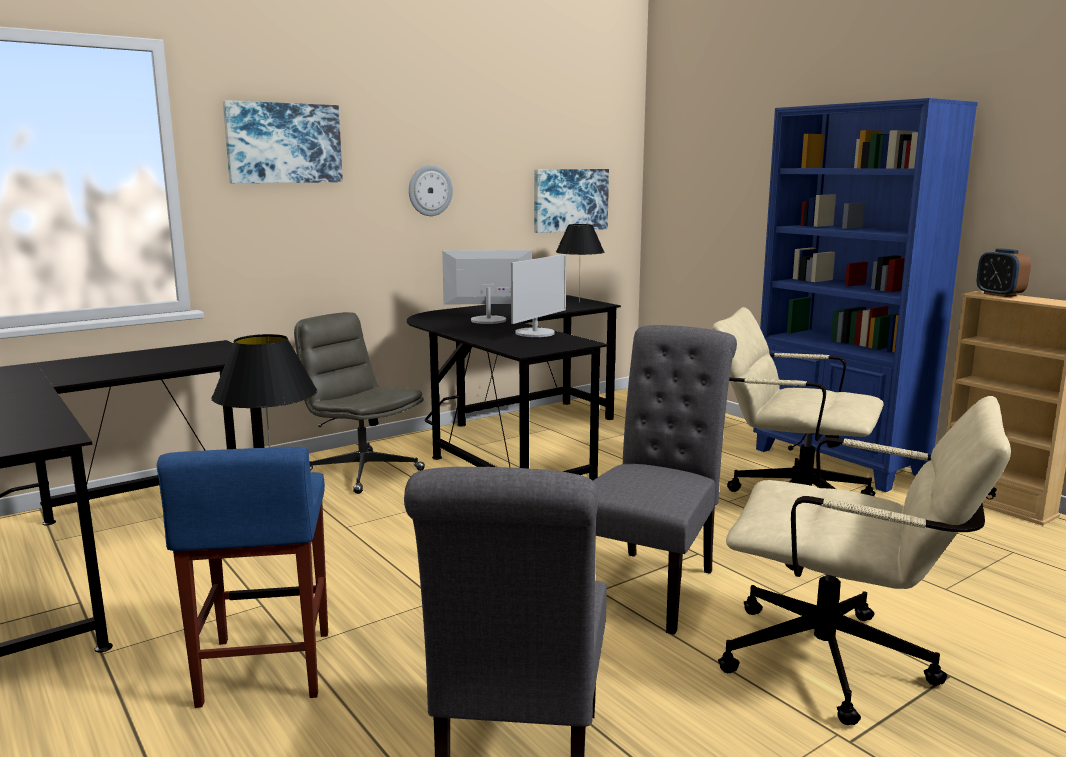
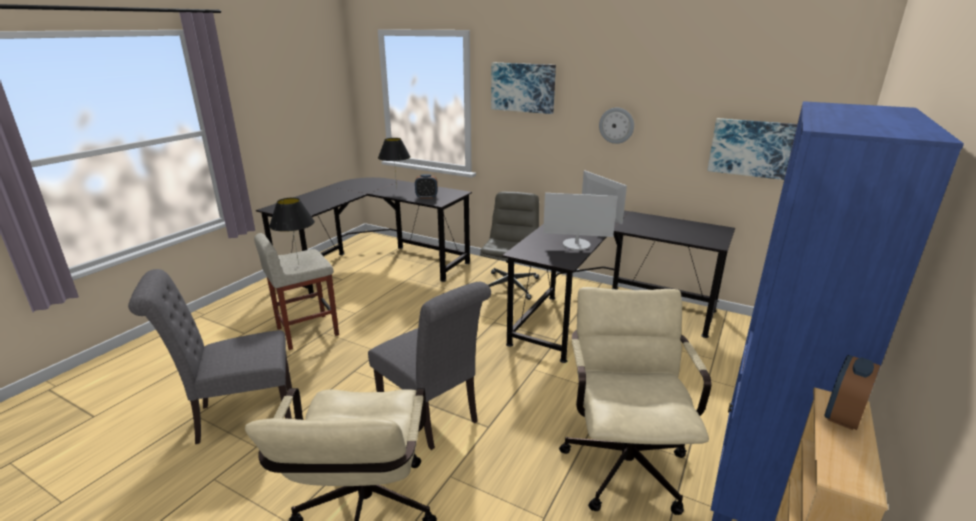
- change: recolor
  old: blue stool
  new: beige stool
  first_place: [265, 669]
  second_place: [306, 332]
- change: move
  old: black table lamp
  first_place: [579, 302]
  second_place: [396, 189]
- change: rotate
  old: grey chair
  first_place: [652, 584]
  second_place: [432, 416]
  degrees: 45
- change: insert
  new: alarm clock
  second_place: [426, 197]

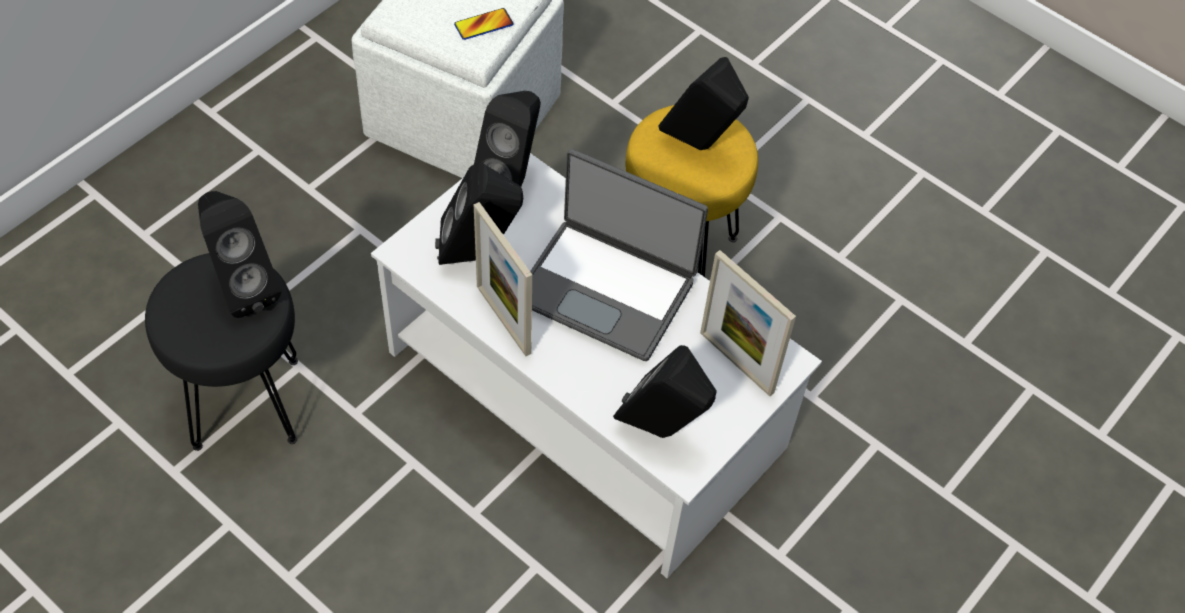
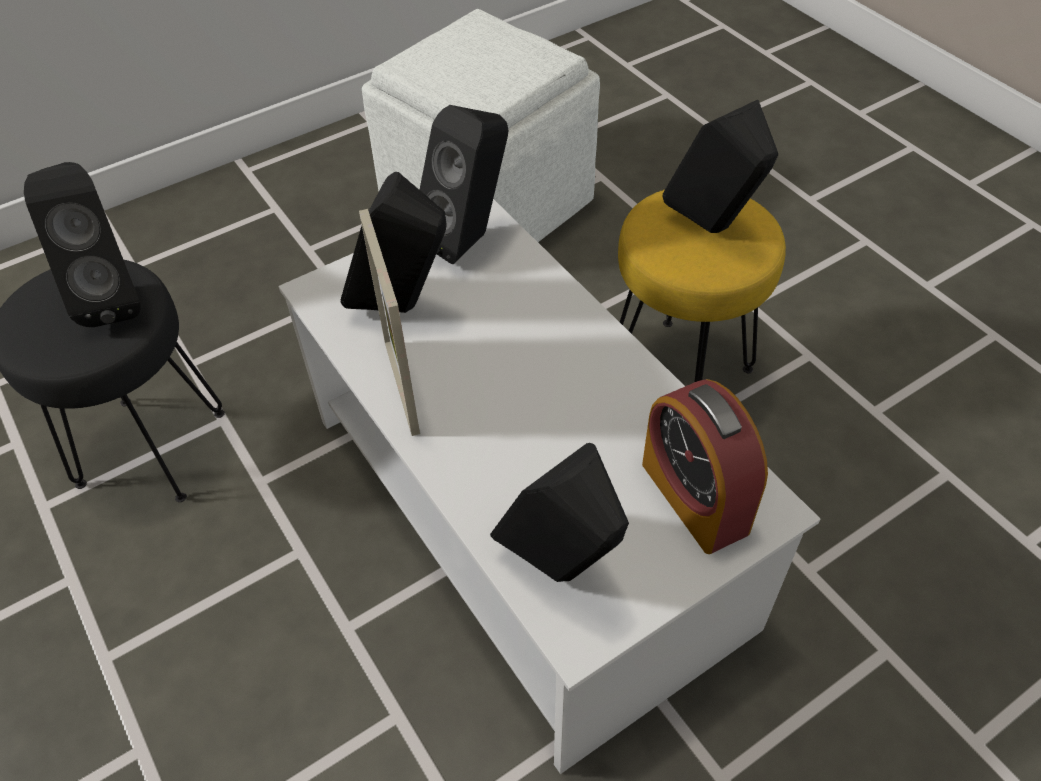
- change: delete
  old: phone
  first_place: [483, 25]
- change: delete
  old: laptop
  first_place: [607, 288]
- change: replace
  old: picture frame
  new: alarm clock
  first_place: [736, 362]
  second_place: [694, 497]

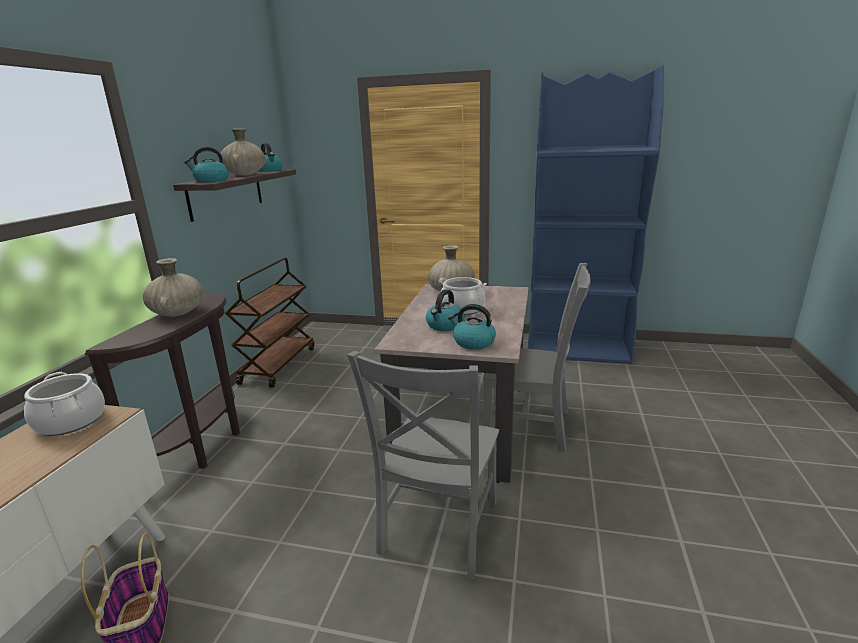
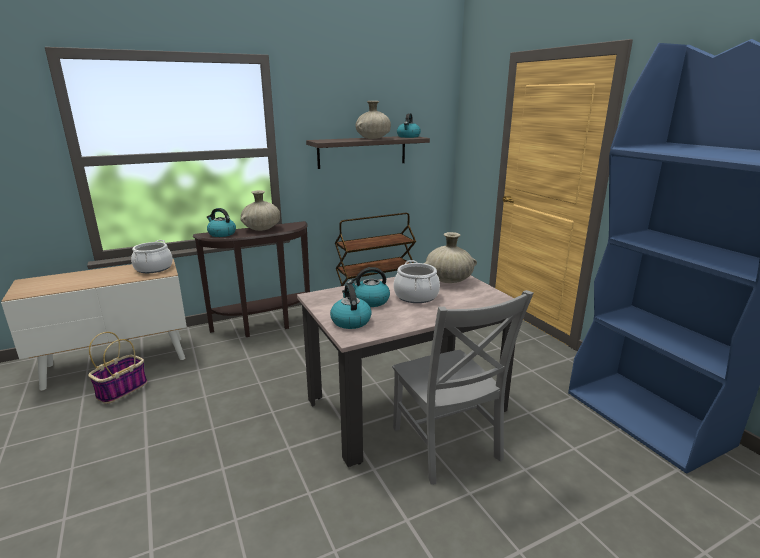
- change: move
  old: kettle
  first_place: [211, 180]
  second_place: [221, 234]
- change: delete
  old: grey chair
  first_place: [437, 531]

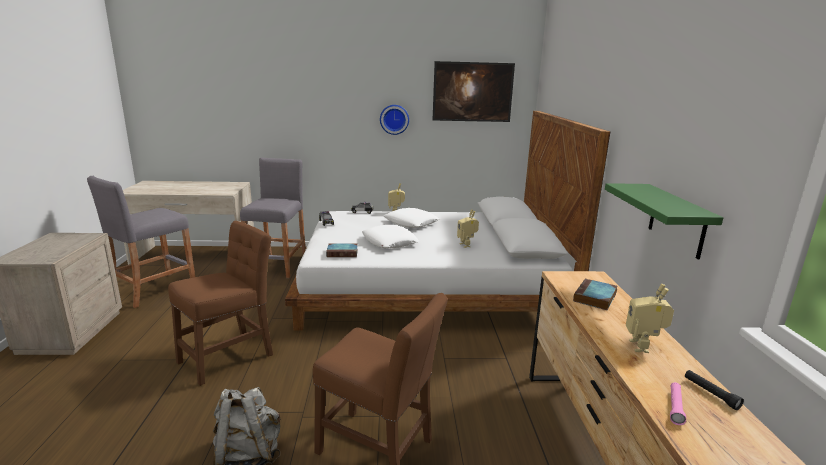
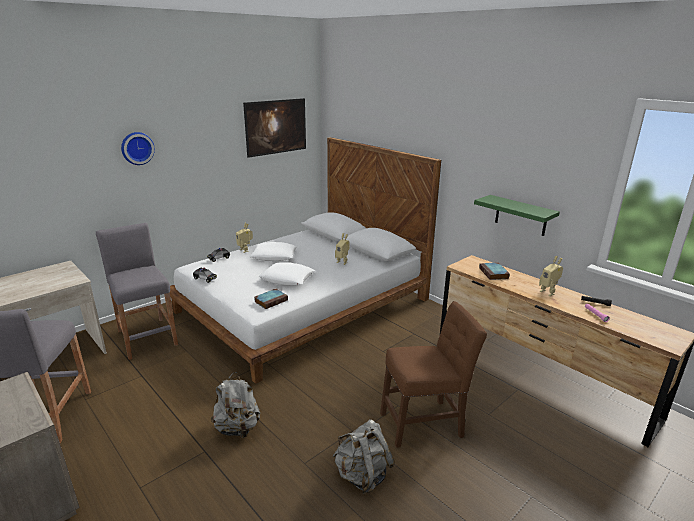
- change: replace
  old: brown chair
  new: grey backpack
  first_place: [230, 356]
  second_place: [237, 428]
- change: move
  old: wall clock
  first_place: [394, 119]
  second_place: [137, 148]

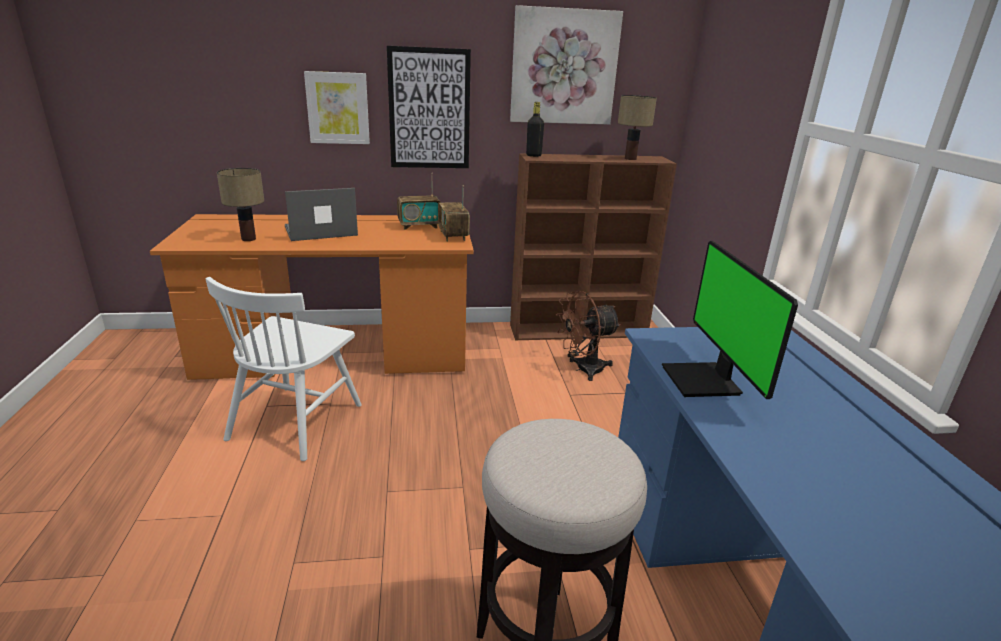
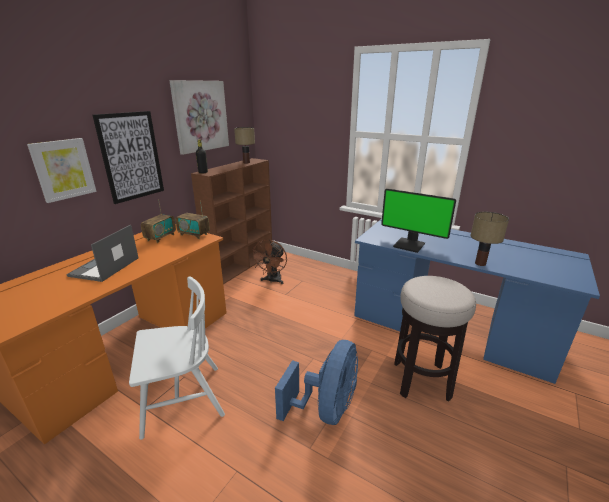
- change: rotate
  old: white chair
  first_place: [295, 421]
  second_place: [182, 399]
  degrees: -75
- change: move
  old: table lamp
  first_place: [248, 239]
  second_place: [481, 264]
- change: insert
  new: blue fan
  second_place: [326, 408]

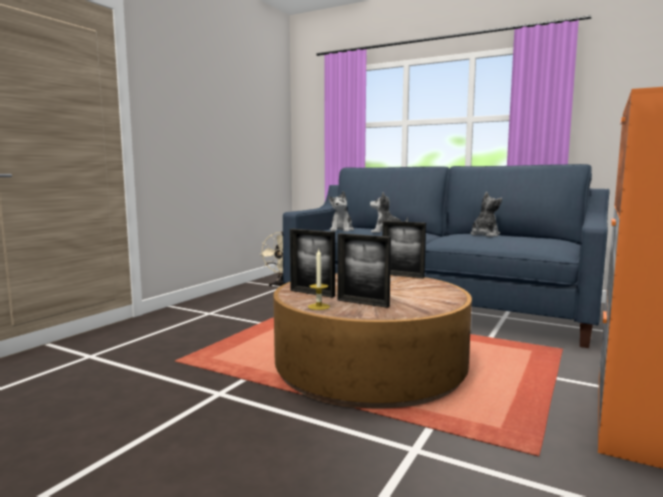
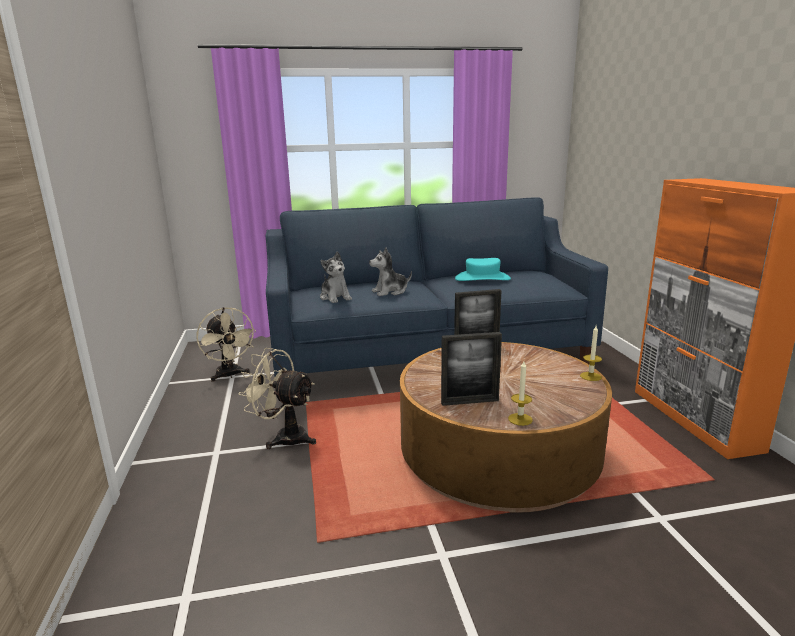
- change: delete
  old: picture frame
  first_place: [362, 303]
- change: replace
  old: plush toy
  new: turquoise hat
  first_place: [484, 235]
  second_place: [482, 278]
- change: insert
  new: beige fan
  second_place: [284, 437]
- change: insert
  new: candle
  second_place: [590, 376]

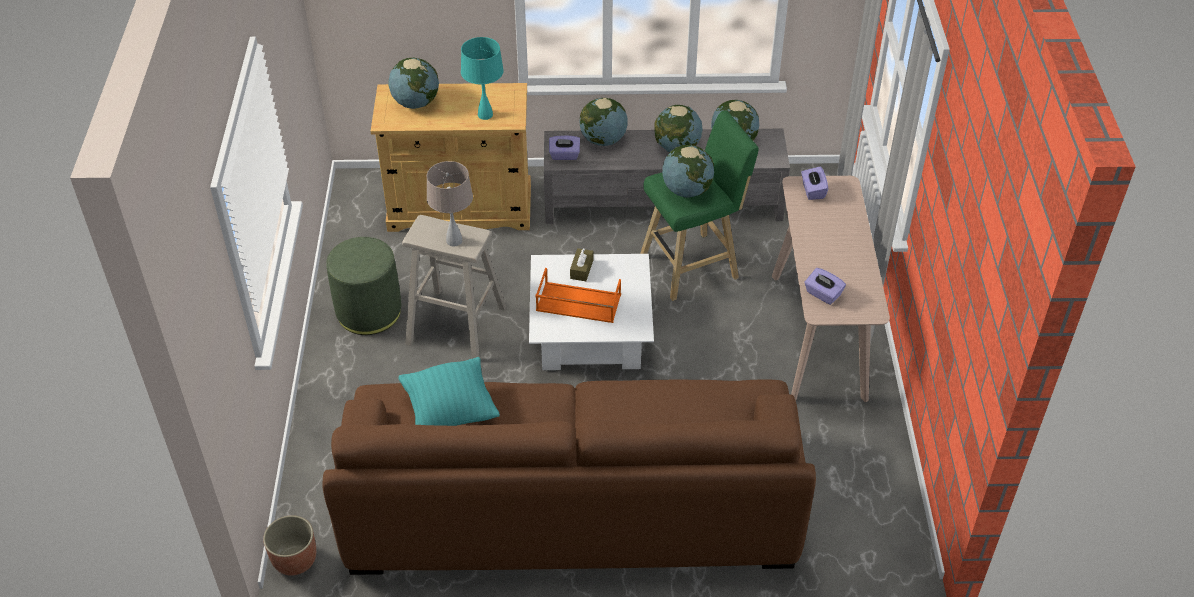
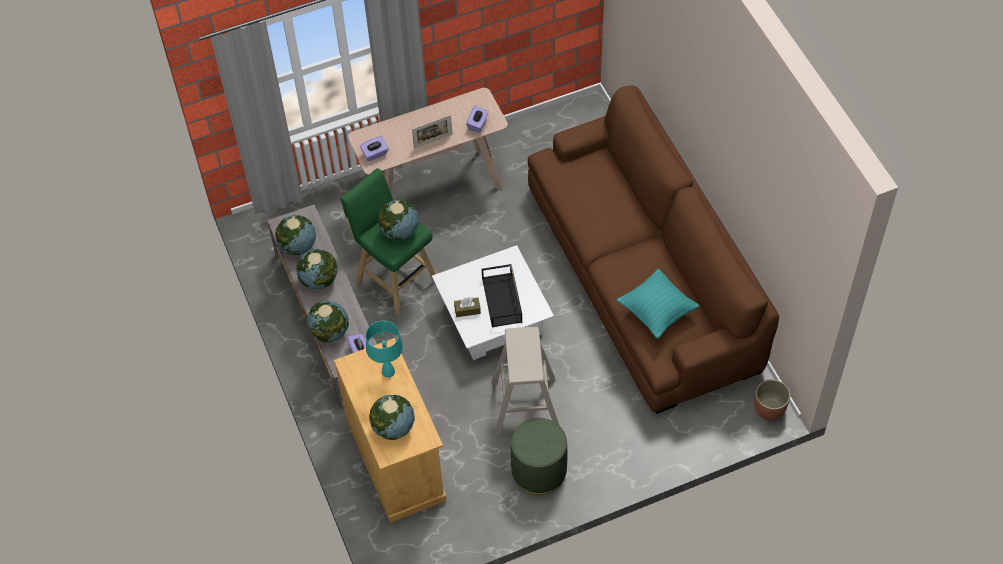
- change: delete
  old: beige table lamp
  first_place: [454, 241]
- change: recolor
  old: orange tray
  new: black tray
  first_place: [577, 303]
  second_place: [502, 300]
- change: insert
  new: picture frame
  second_place: [433, 141]

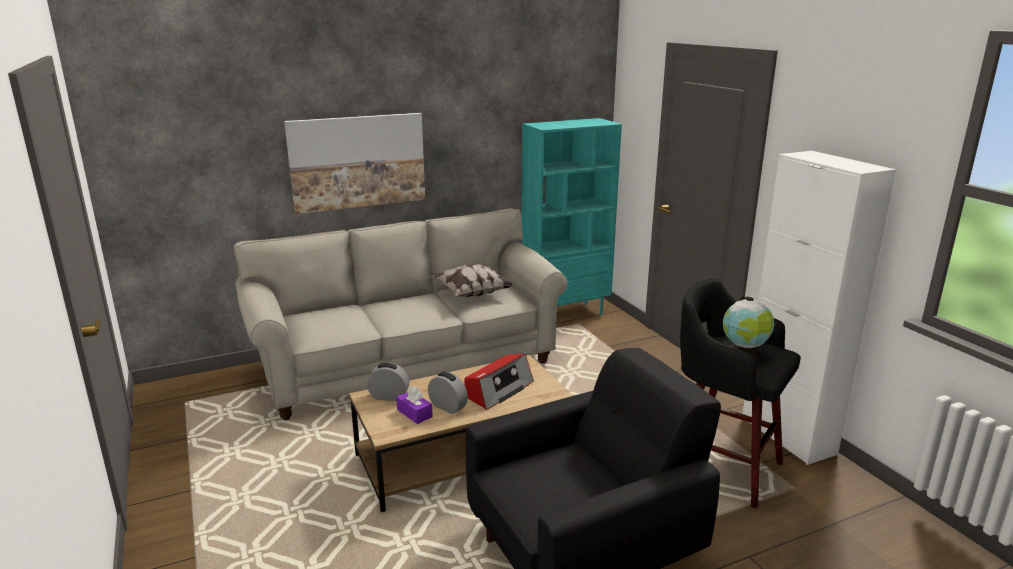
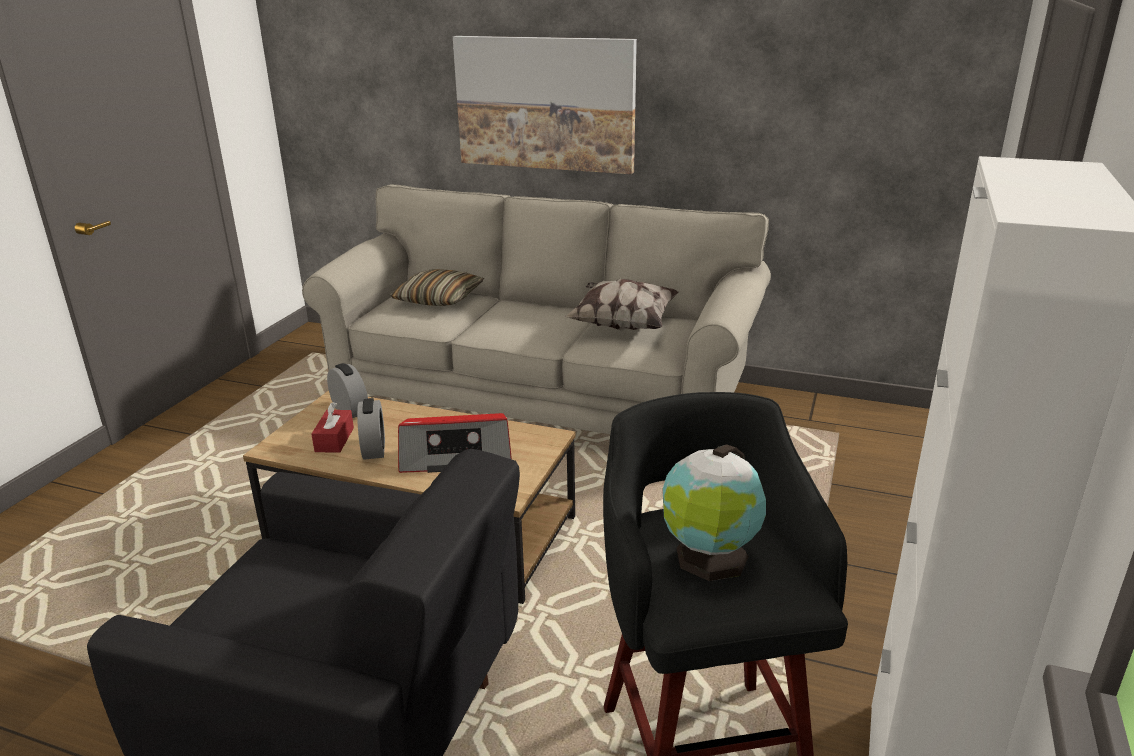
- change: recolor
  old: purple tissue box
  new: red tissue box
  first_place: [414, 413]
  second_place: [334, 440]
- change: delete
  old: turquoise bookcase
  first_place: [565, 313]
- change: insert
  new: pillow
  second_place: [438, 299]

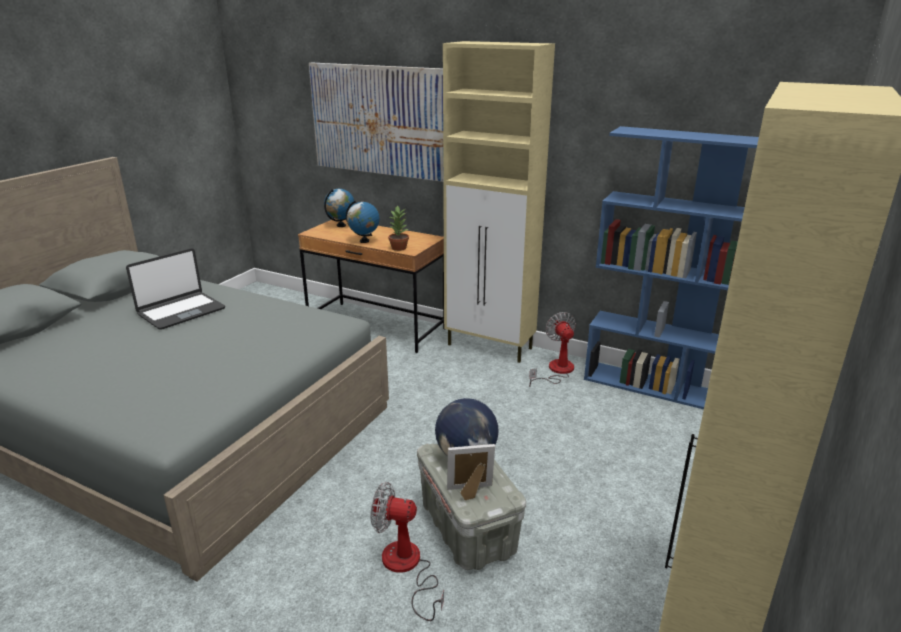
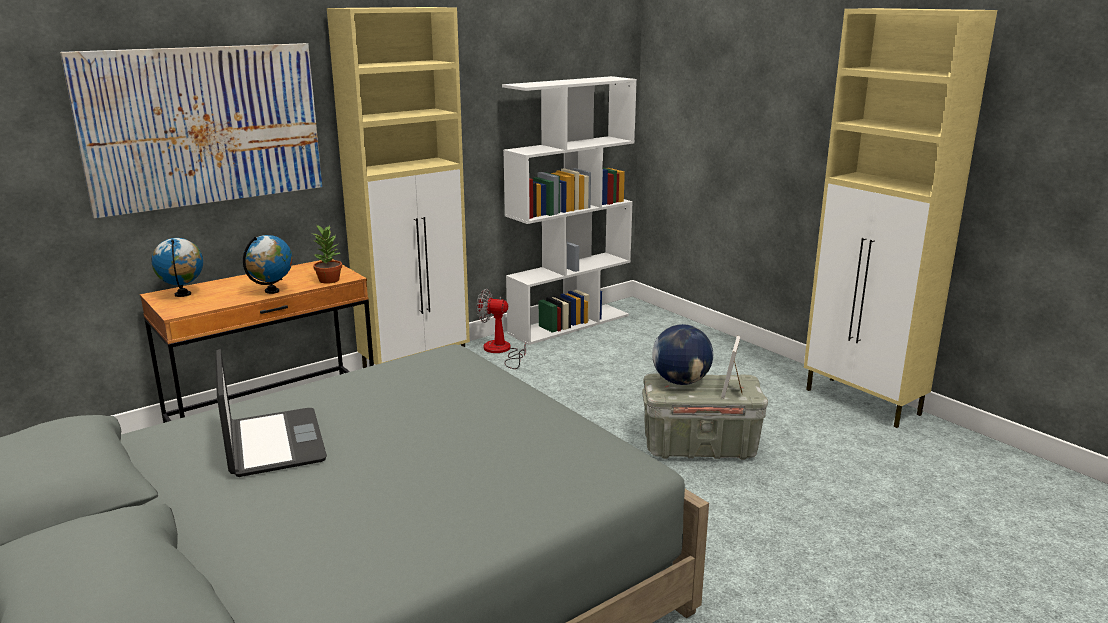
- change: delete
  old: fan
  first_place: [406, 568]
- change: recolor
  old: blue bookcase
  new: white bookcase
  first_place: [654, 386]
  second_place: [569, 324]

